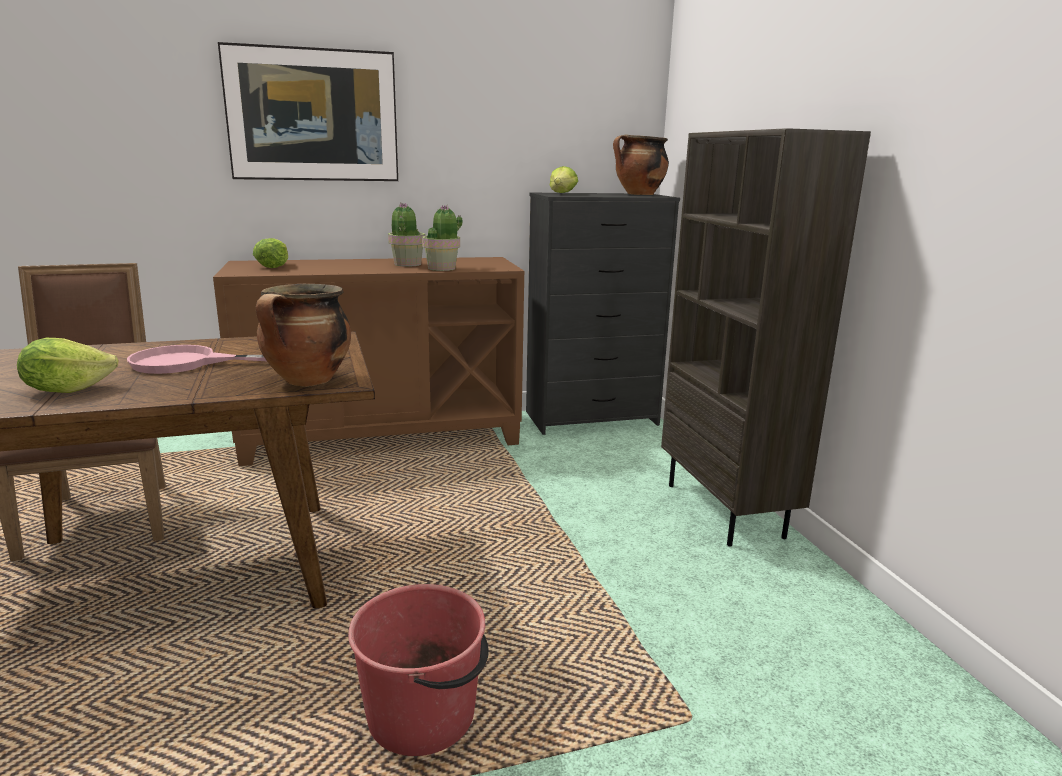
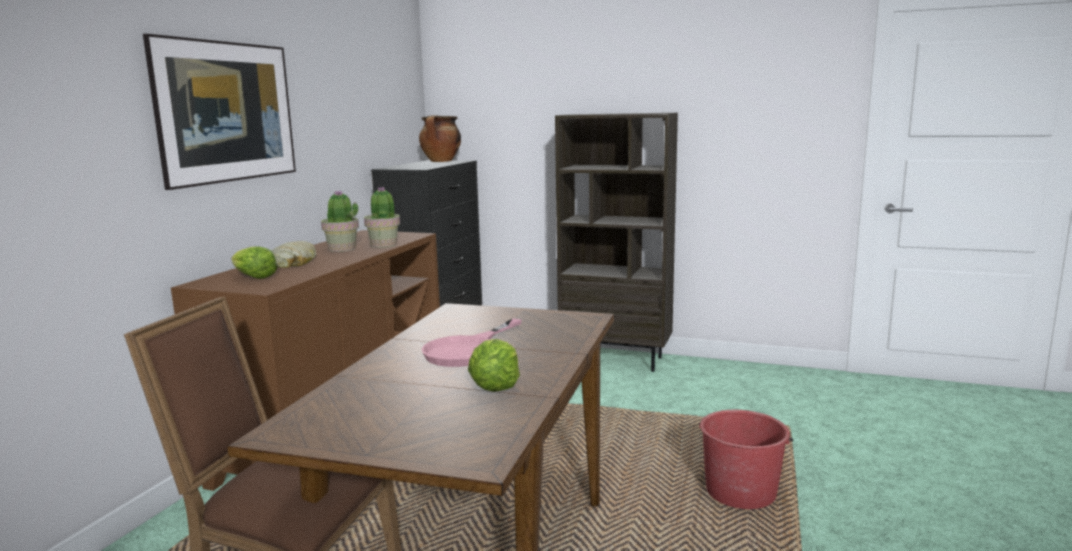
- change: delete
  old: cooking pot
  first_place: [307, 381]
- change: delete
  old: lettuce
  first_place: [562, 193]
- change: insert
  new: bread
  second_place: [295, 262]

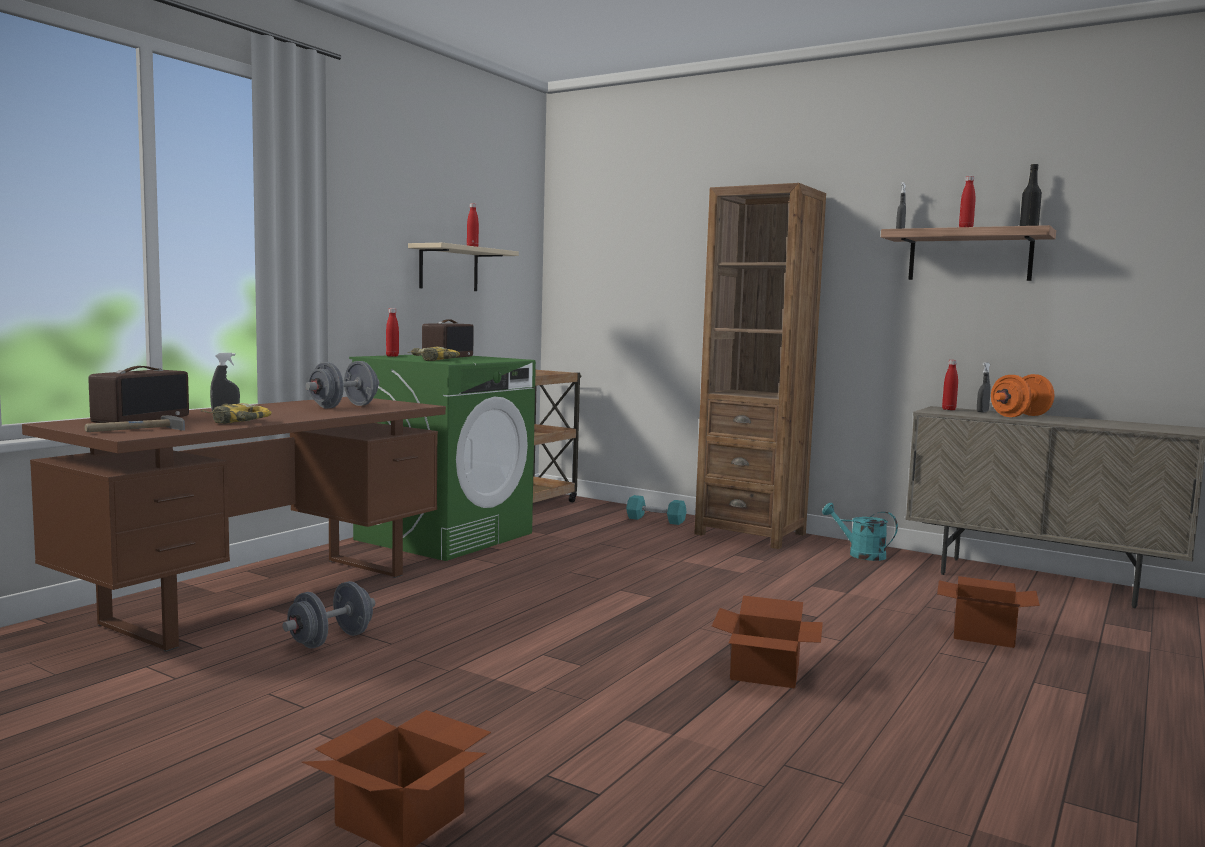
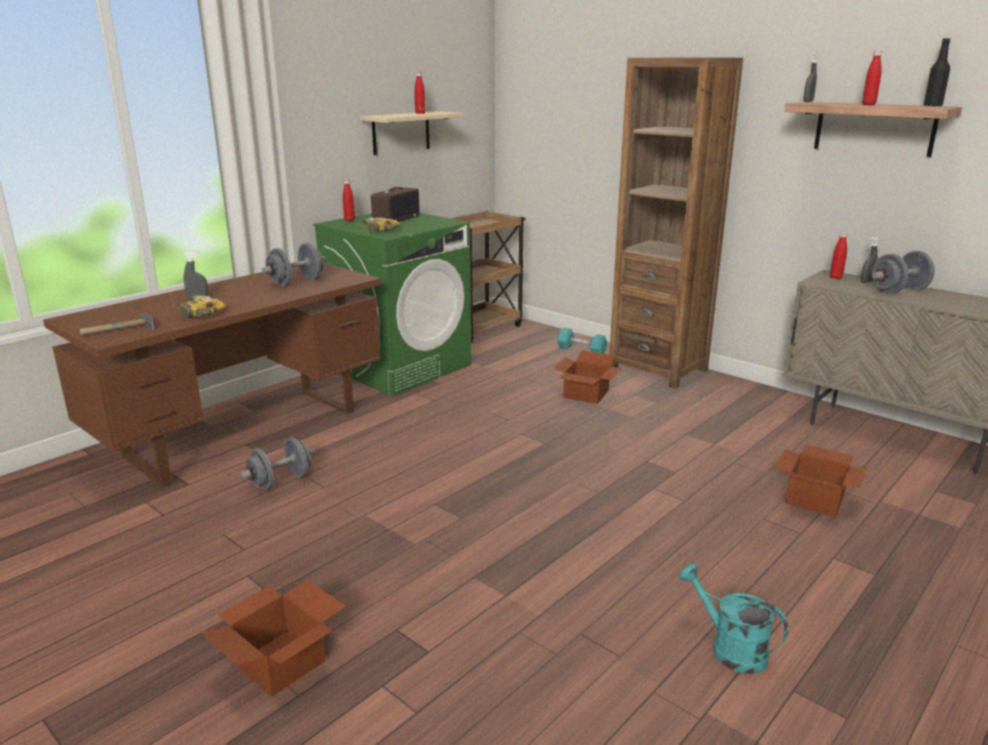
- change: delete
  old: radio
  first_place: [141, 419]
- change: move
  old: cardboard box
  first_place: [763, 672]
  second_place: [584, 394]
- change: move
  old: turquoise watering can
  first_place: [860, 554]
  second_place: [729, 648]
- change: recolor
  old: orange dumbbell
  new: grey dumbbell
  first_place: [1020, 416]
  second_place: [899, 291]

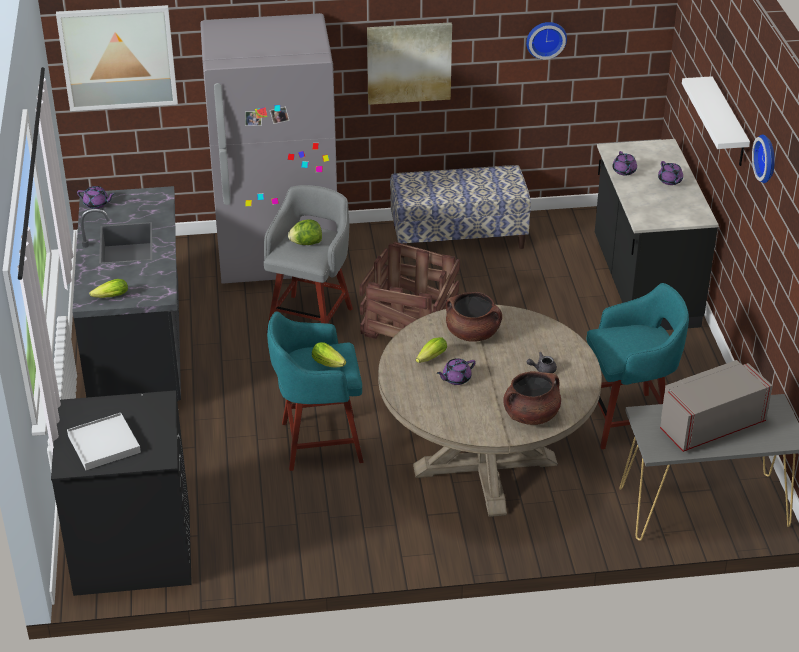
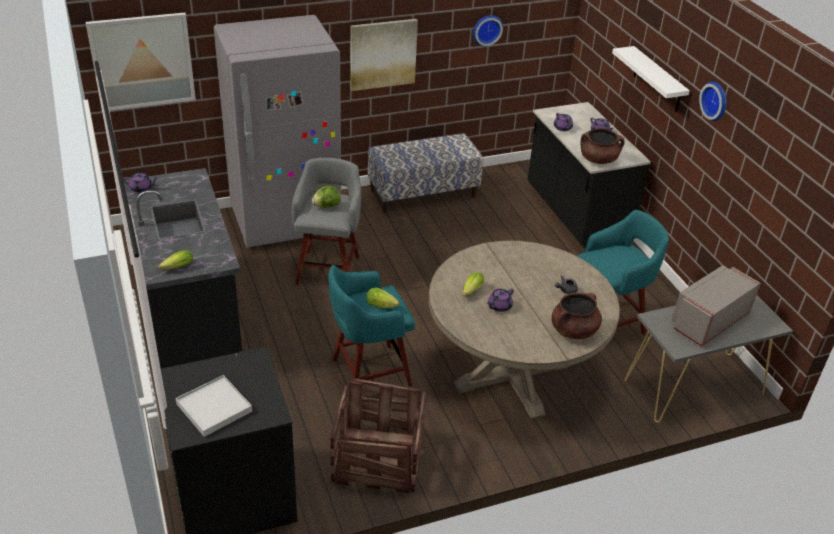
- change: move
  old: crate
  first_place: [408, 323]
  second_place: [377, 459]
- change: move
  old: brown cooking pot
  first_place: [473, 333]
  second_place: [598, 159]

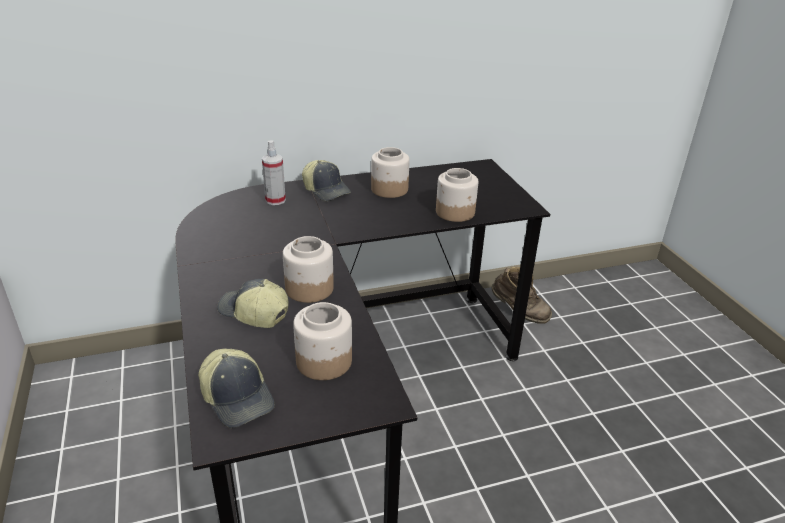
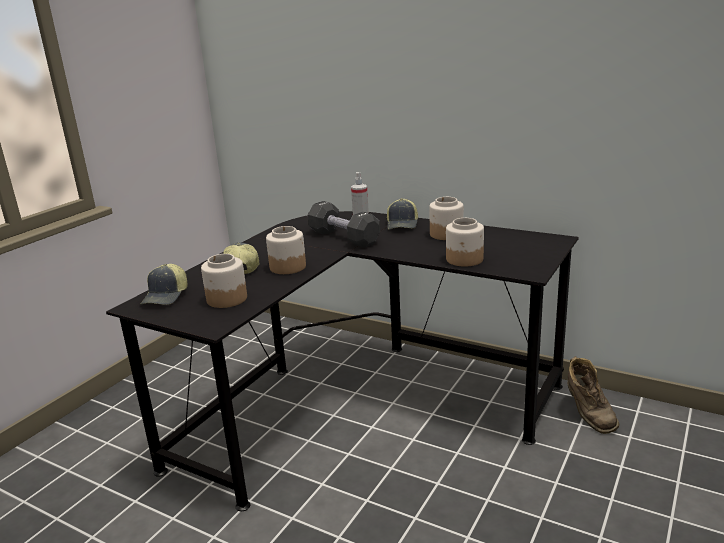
- change: insert
  new: black dumbbell
  second_place: [344, 237]

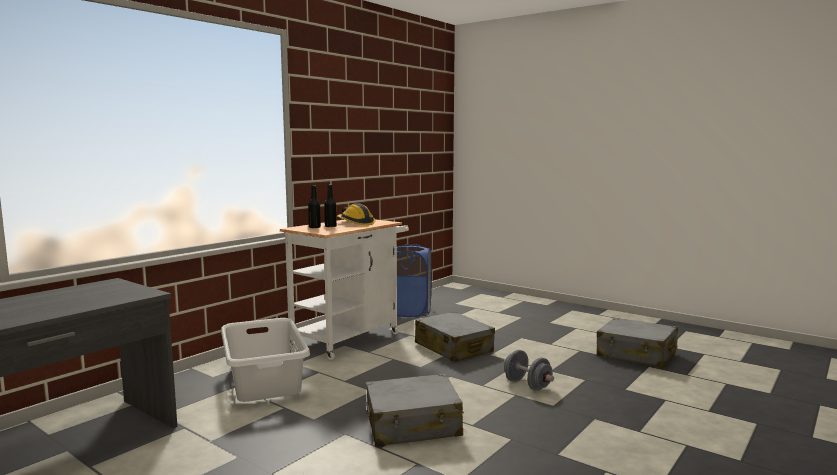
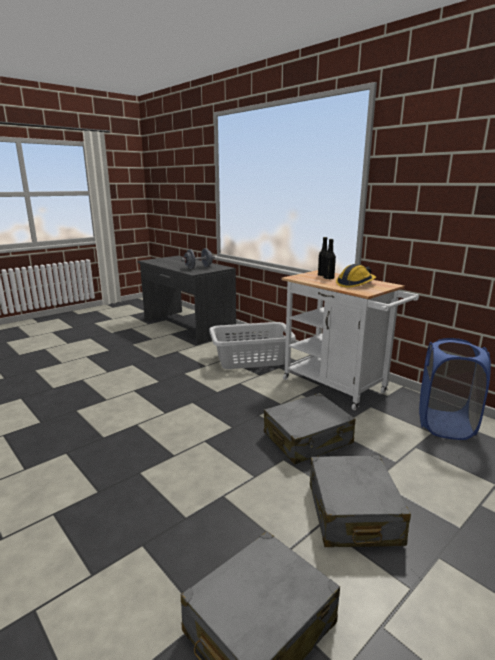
- change: move
  old: grey suitcase
  first_place: [413, 425]
  second_place: [353, 513]
- change: move
  old: grey dumbbell
  first_place: [527, 385]
  second_place: [198, 267]

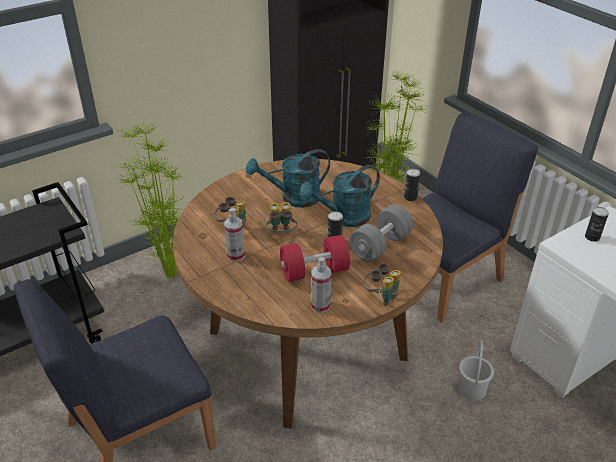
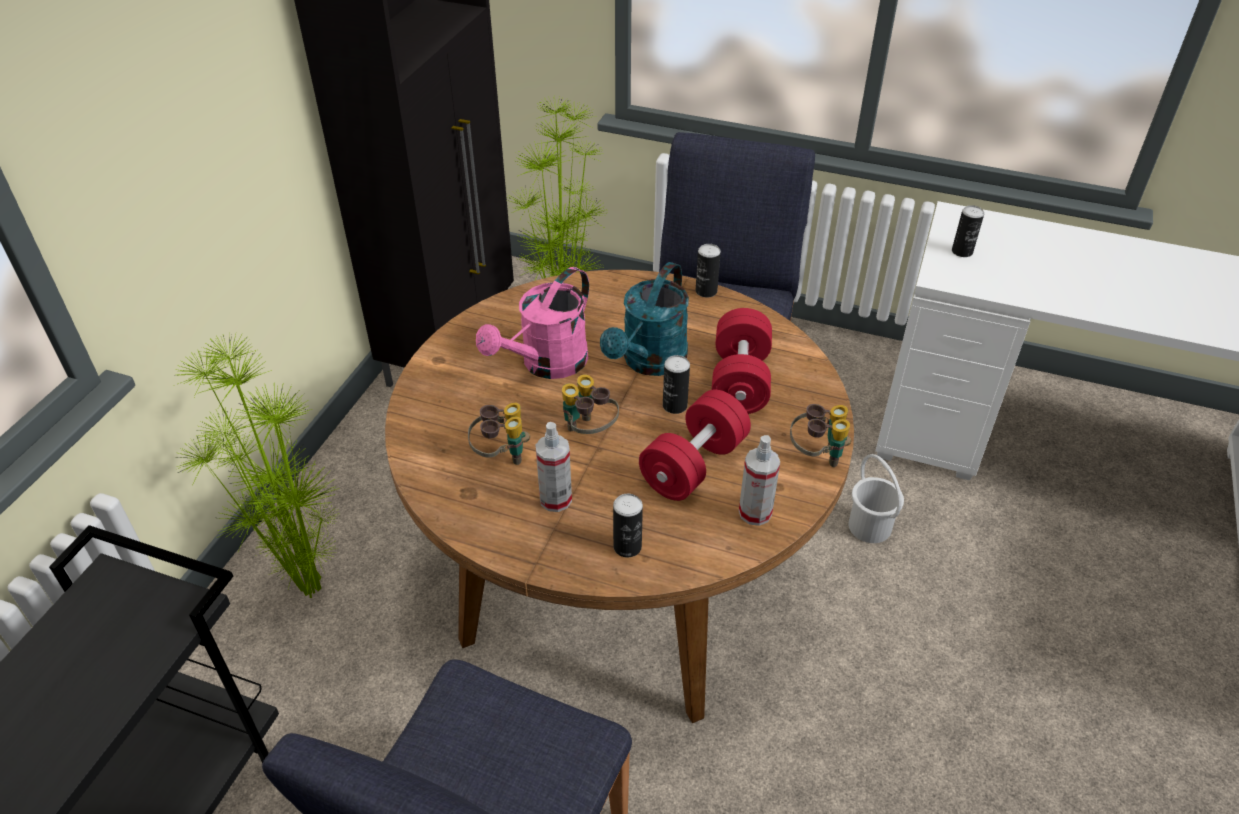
- change: recolor
  old: turquoise watering can
  new: pink watering can
  first_place: [293, 198]
  second_place: [546, 365]
- change: recolor
  old: grey dumbbell
  new: red dumbbell
  first_place: [380, 245]
  second_place: [740, 381]
- change: insert
  new: can
  second_place: [627, 546]

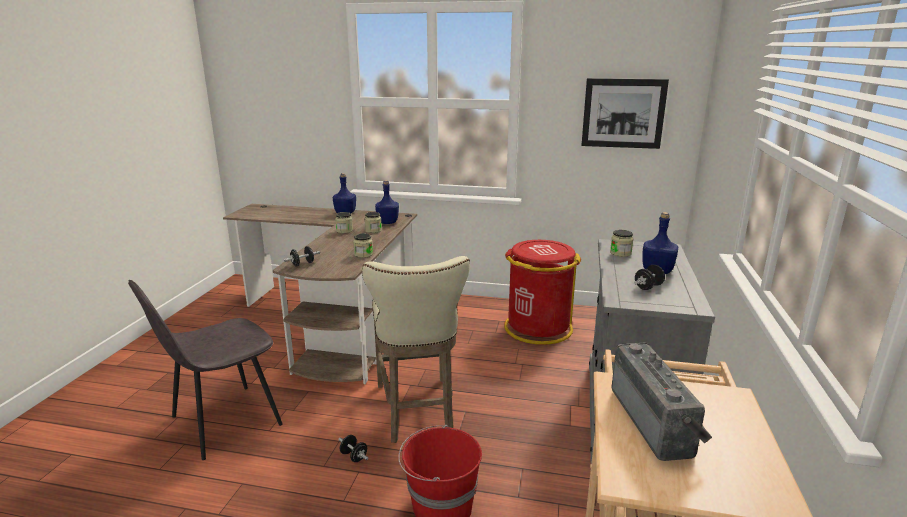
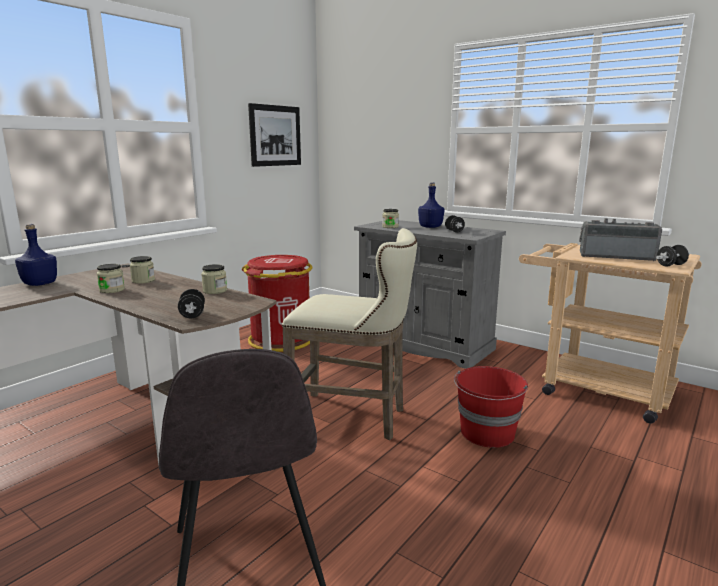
- change: move
  old: black dumbbell
  first_place: [354, 456]
  second_place: [670, 265]
- change: delete
  old: blue bottle
  first_place: [388, 222]

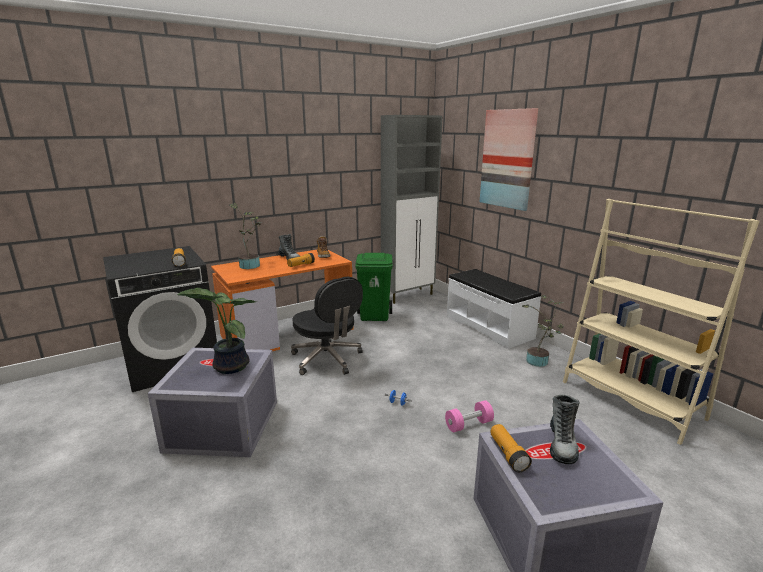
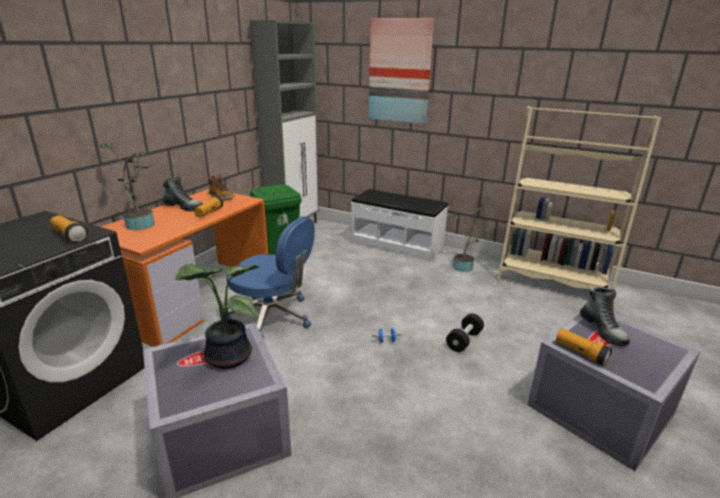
- change: recolor
  old: black office chair
  new: blue office chair
  first_place: [327, 359]
  second_place: [272, 317]
- change: recolor
  old: pink dumbbell
  new: black dumbbell
  first_place: [468, 424]
  second_place: [464, 340]

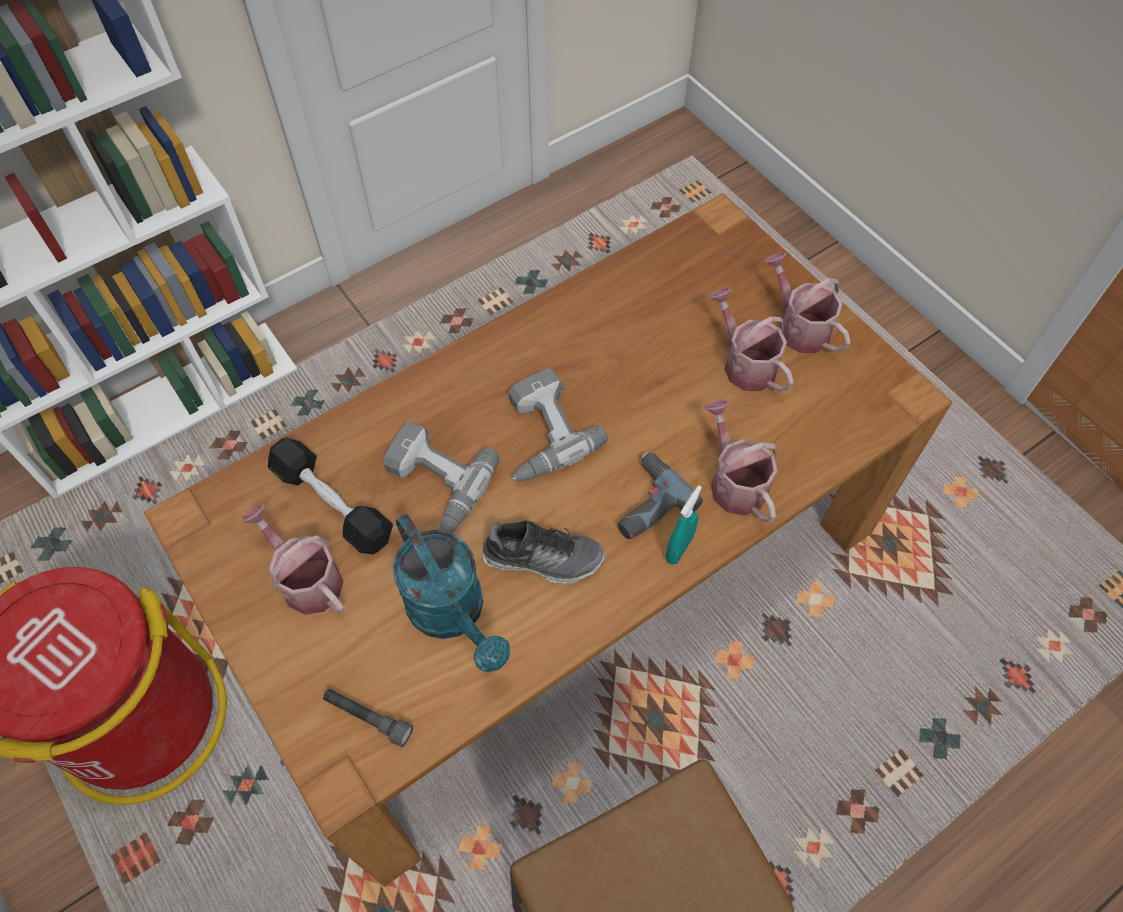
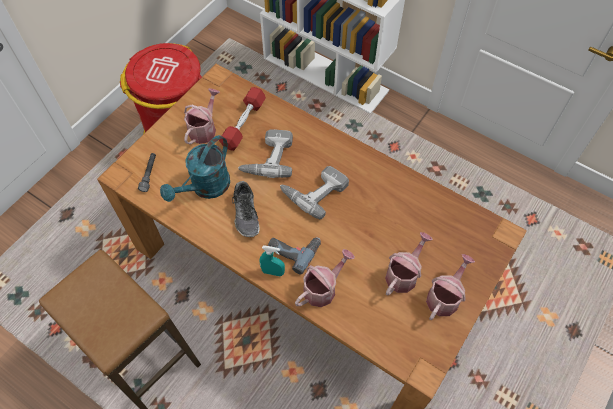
- change: recolor
  old: black dumbbell
  new: red dumbbell
  first_place: [332, 504]
  second_place: [243, 124]

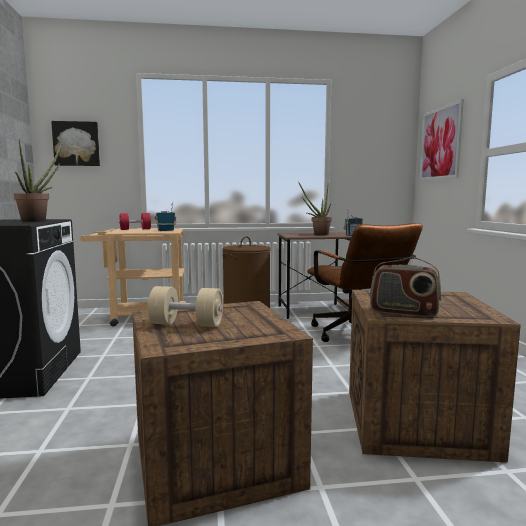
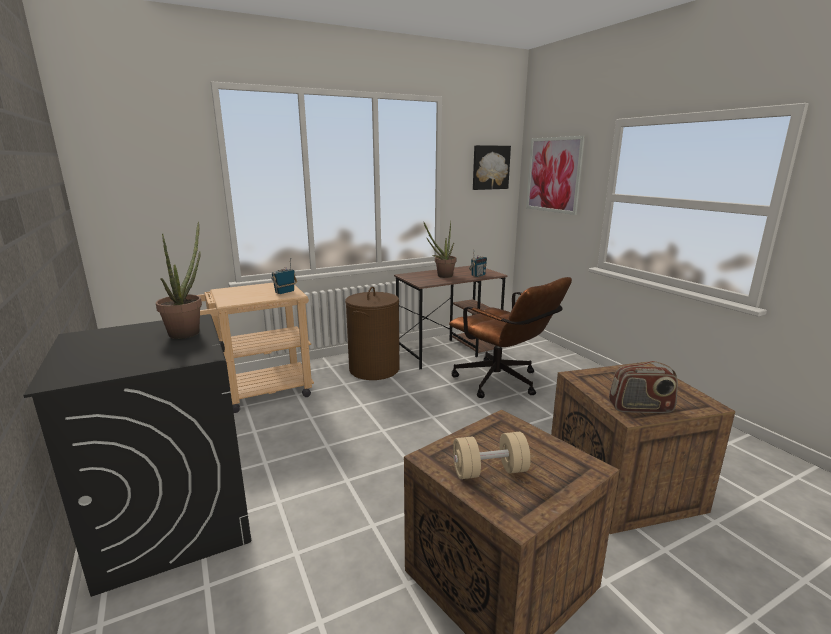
- change: move
  old: picture
  first_place: [76, 144]
  second_place: [490, 167]
- change: delete
  old: red dumbbell
  first_place: [135, 229]

